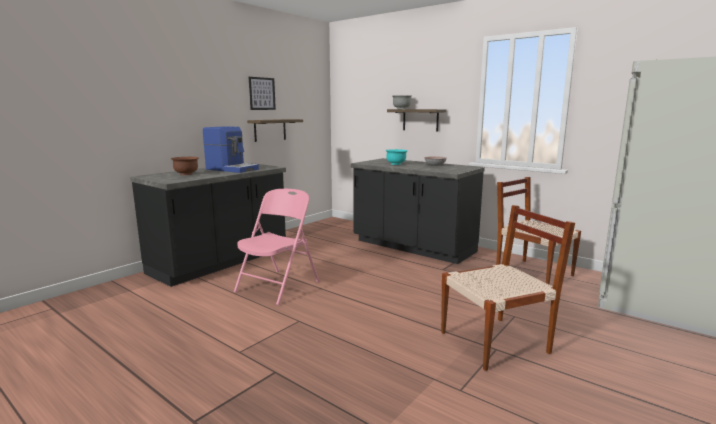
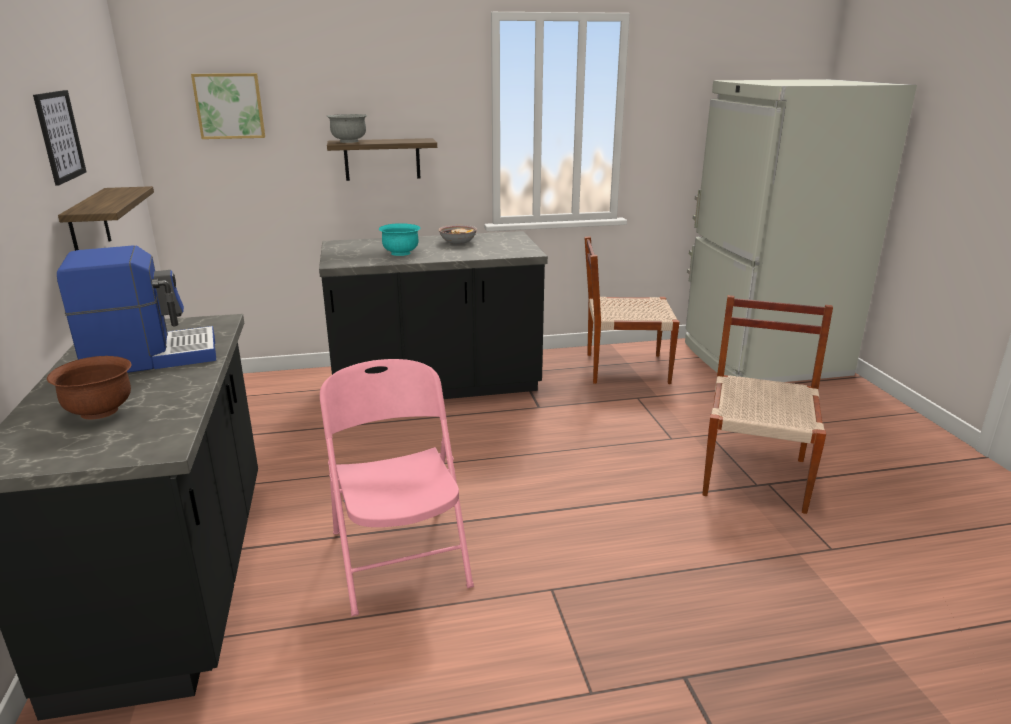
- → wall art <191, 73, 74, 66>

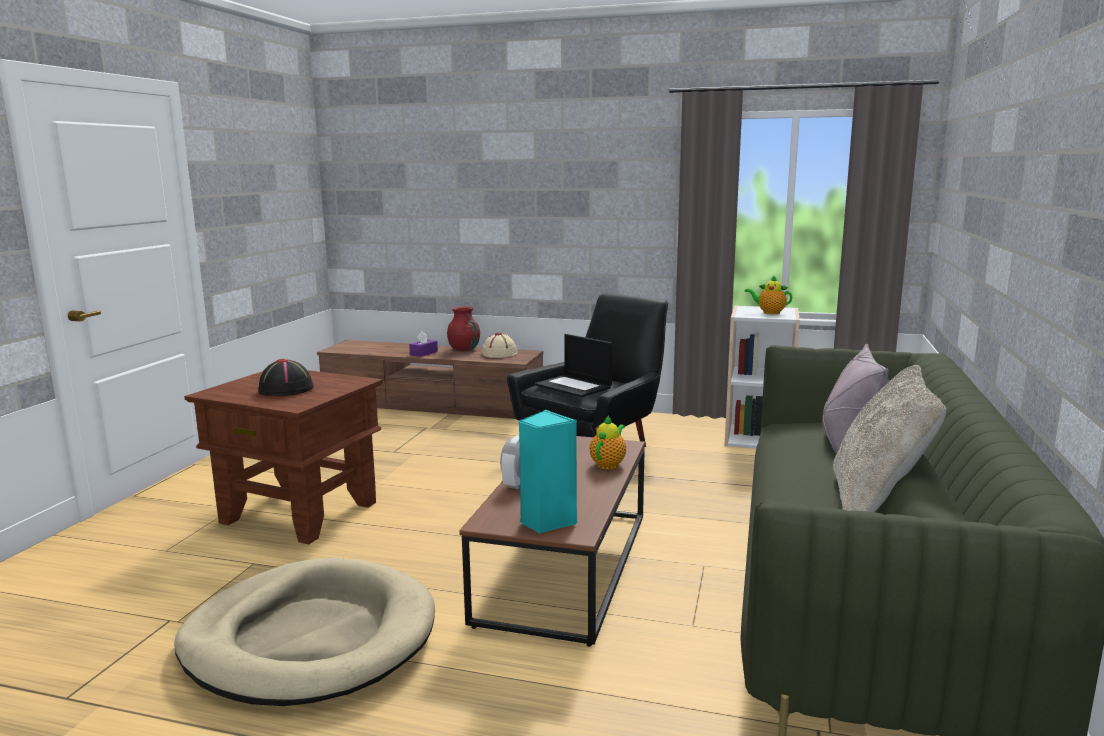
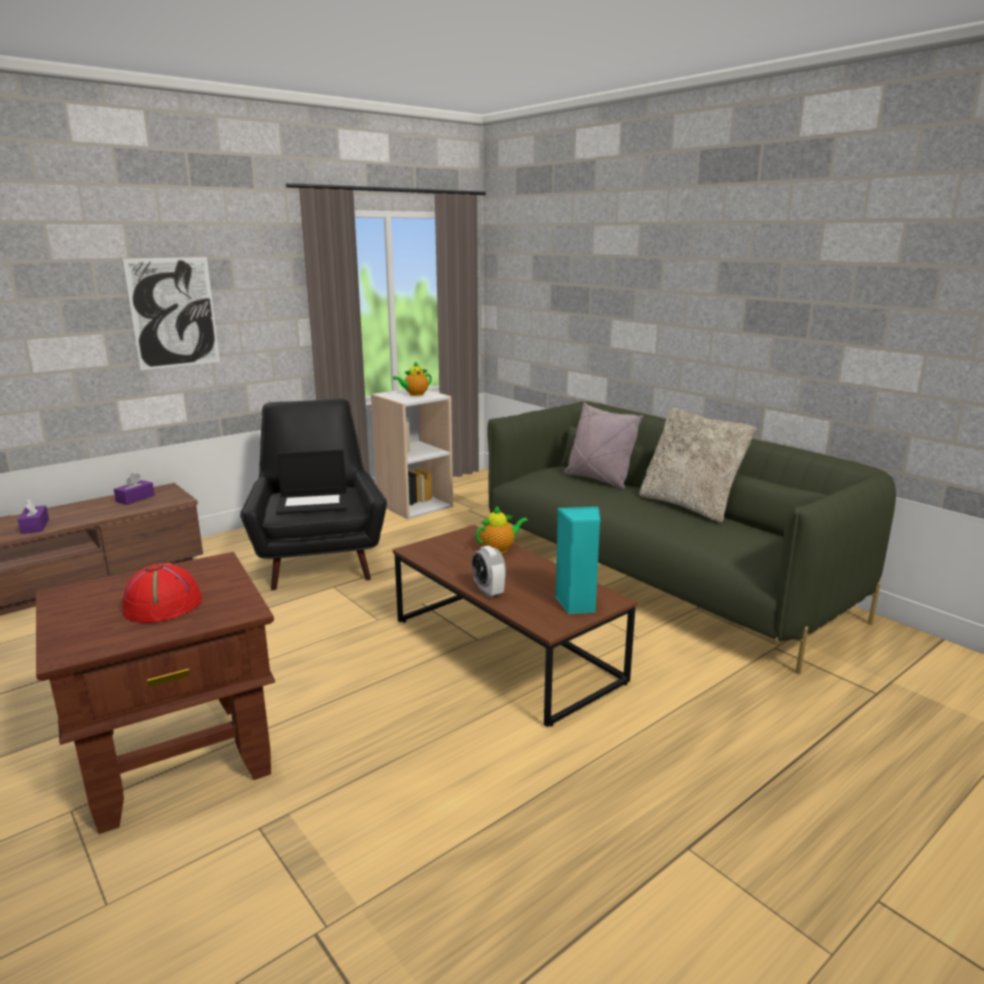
clothing hat (sand-coloured) <482, 333, 36, 25> → box of tissues (purple-coloured) <114, 473, 41, 32>
clothing hat (black-coloured) <258, 358, 56, 38> → clothing hat (red-coloured) <122, 563, 80, 60>
- → wall art <123, 257, 97, 113>
teapot <590, 415, 36, 54> → teapot <476, 505, 52, 49>, 90 degrees clockwise
dog cushion (sand-coloured) <174, 558, 261, 148> → -
flower vase (red-coloured) <447, 306, 33, 45> → -

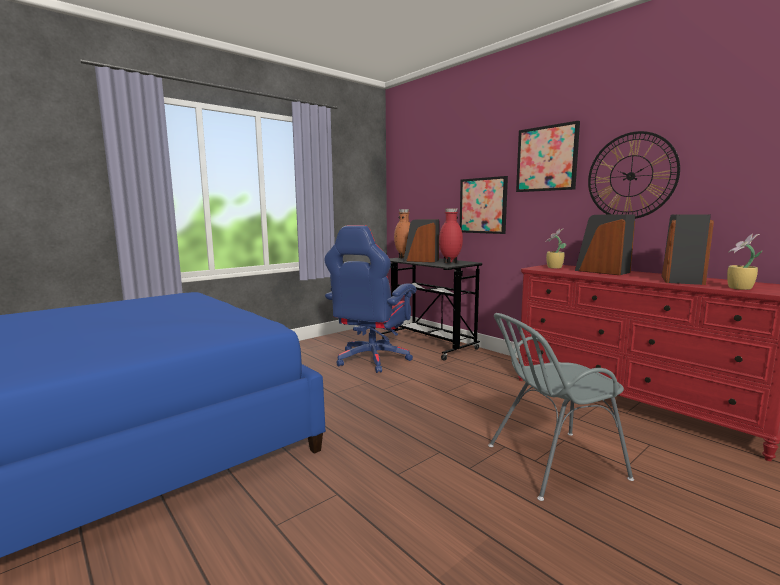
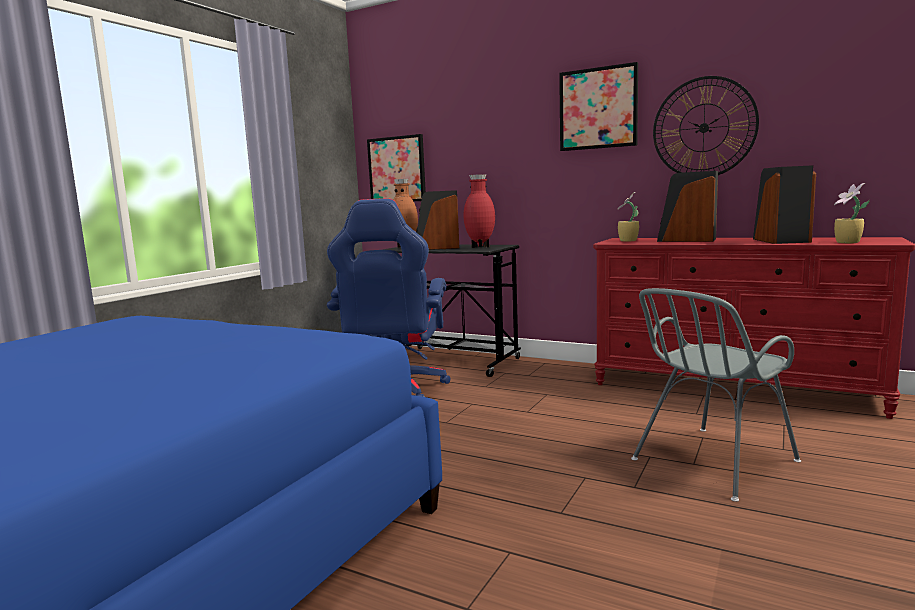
wall art <460, 176, 48, 58> → wall art <367, 134, 59, 67>, relocated

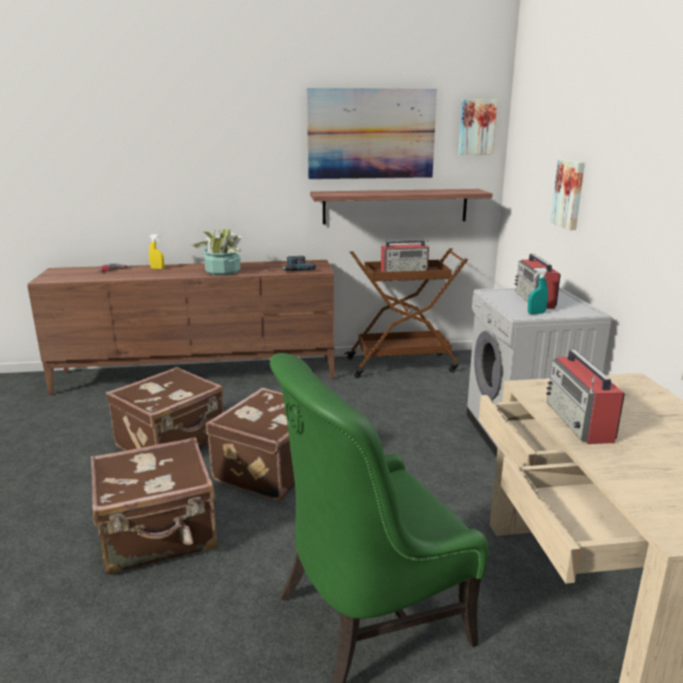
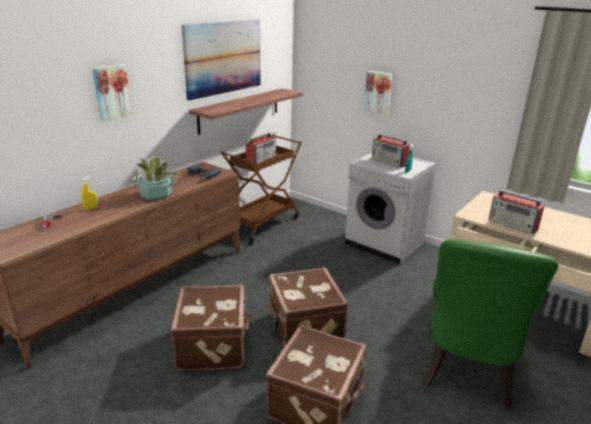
wall art <458, 99, 39, 56> → wall art <92, 64, 40, 57>, relocated

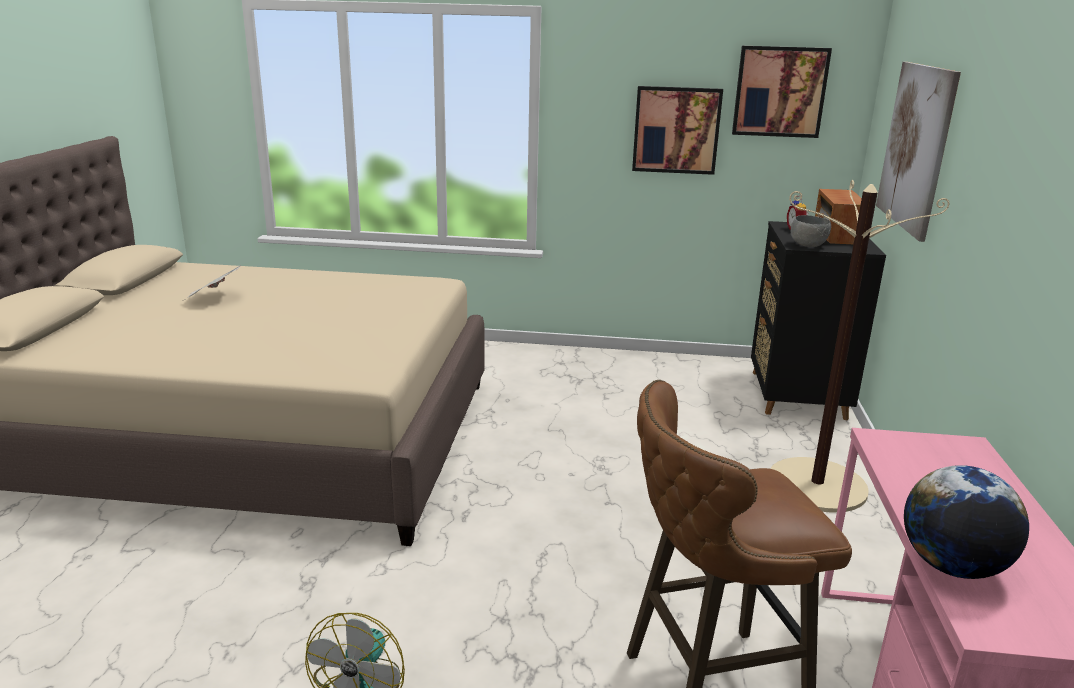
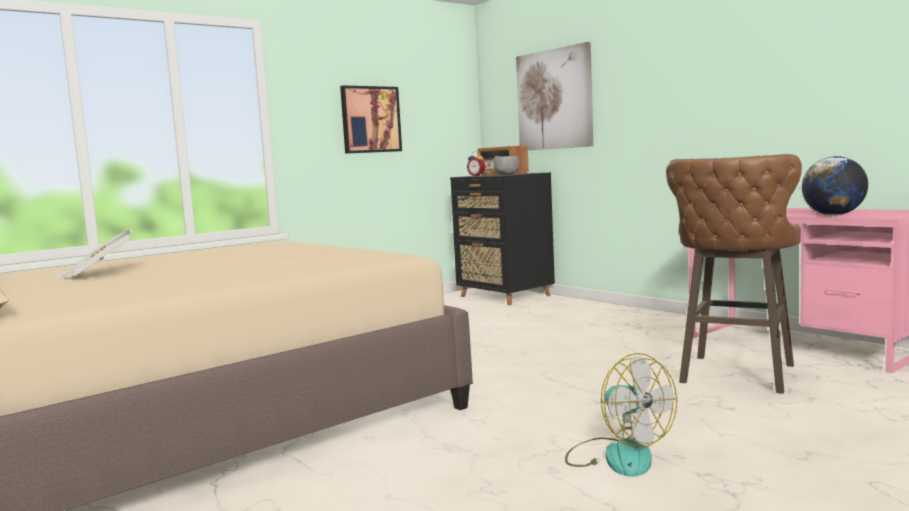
wall art <732, 46, 100, 92> → -
garment rack (sand-coloured) <770, 180, 180, 333> → -

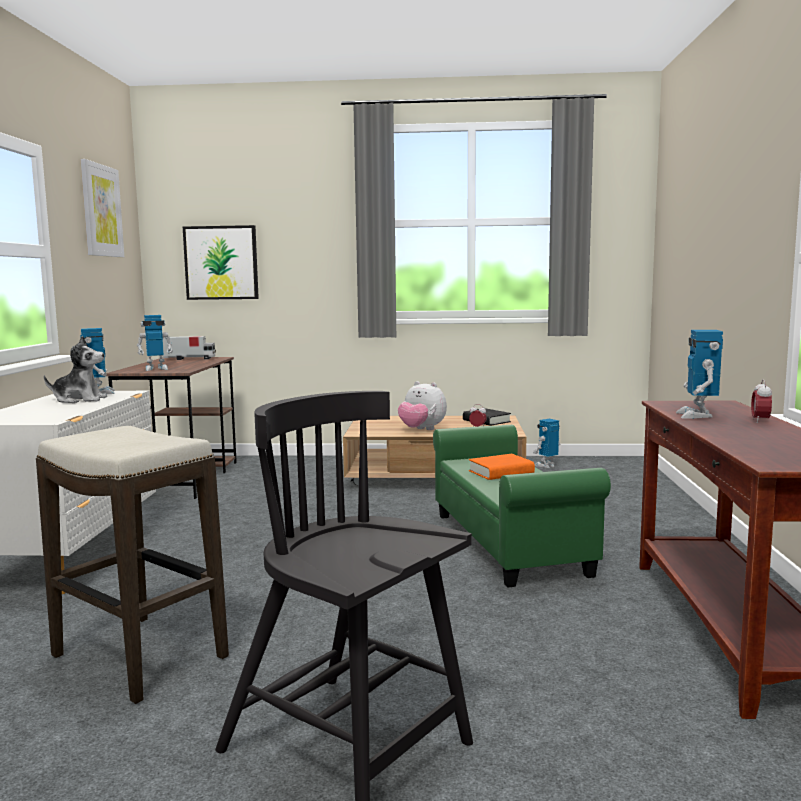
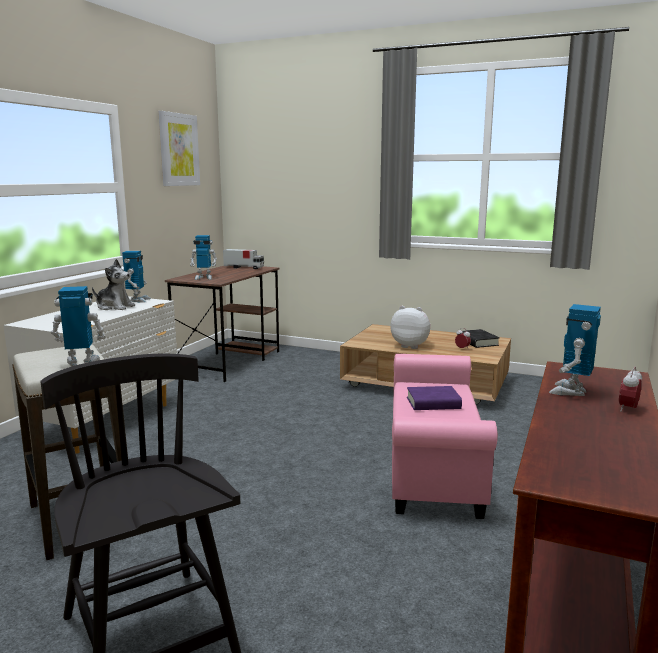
model robot <533, 419, 27, 49> → model robot <51, 286, 55, 81>, relocated
cuddly toy <398, 381, 49, 49> → cuddly toy <390, 306, 41, 43>, 150 degrees clockwise
pouffe (green-coloured) <433, 425, 178, 163> → pouffe (pink) <392, 354, 106, 165>
bound book (orange-coloured) <469, 454, 66, 26> → bound book (purple-coloured) <407, 386, 55, 24>
wall art <183, 225, 76, 75> → -

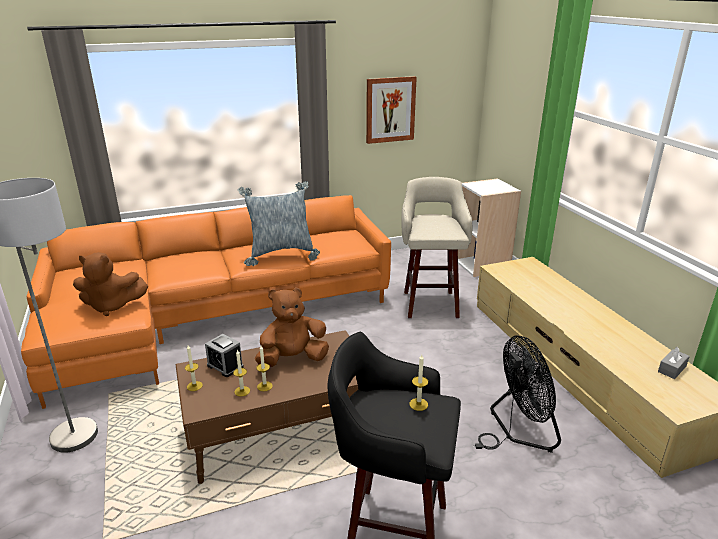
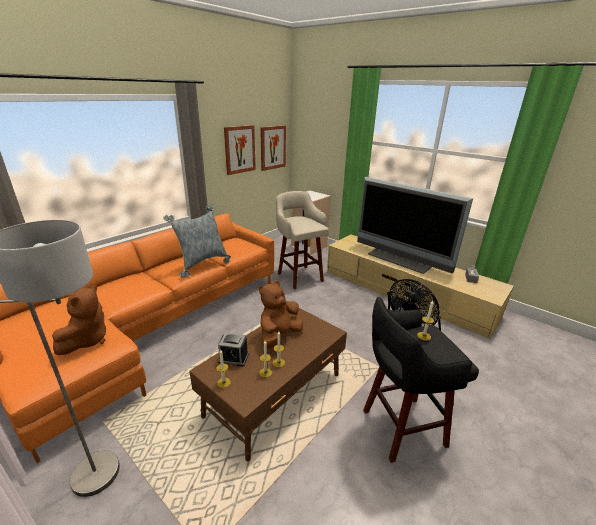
cuddly toy (brown-coloured) <73, 252, 75, 64> → cuddly toy (brown-coloured) <52, 285, 54, 70>, 45 degrees counterclockwise
- → wall art <260, 126, 26, 45>
- → TV <357, 177, 116, 97>

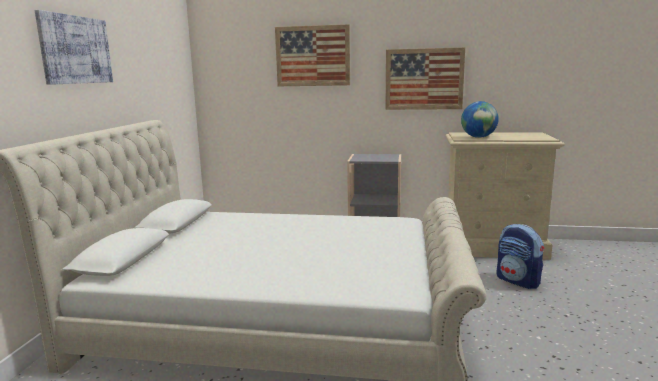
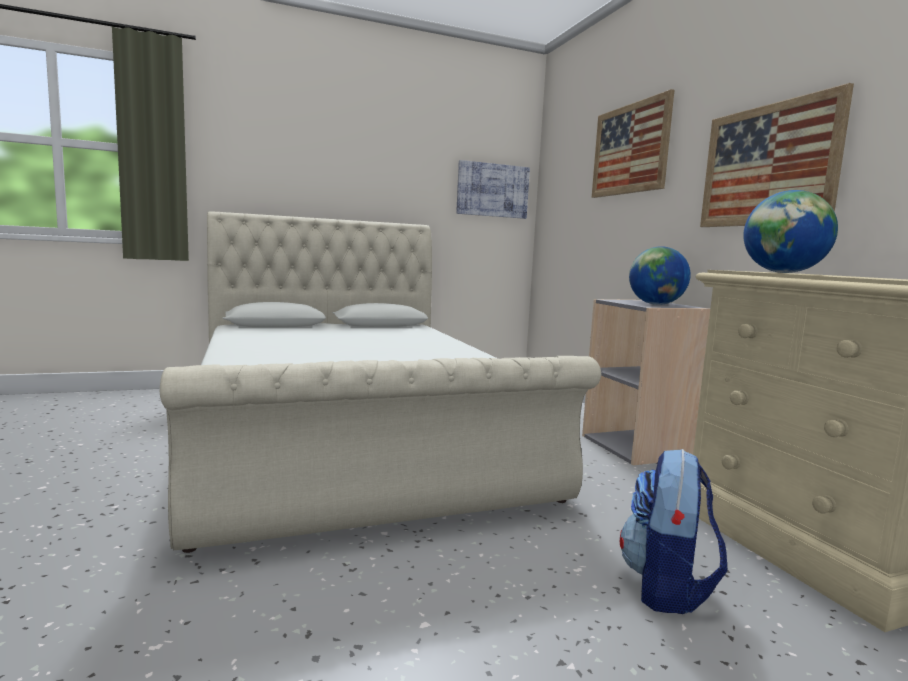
wall art <35, 10, 78, 75> → wall art <456, 160, 74, 59>, relocated
- → globe <629, 246, 62, 59>

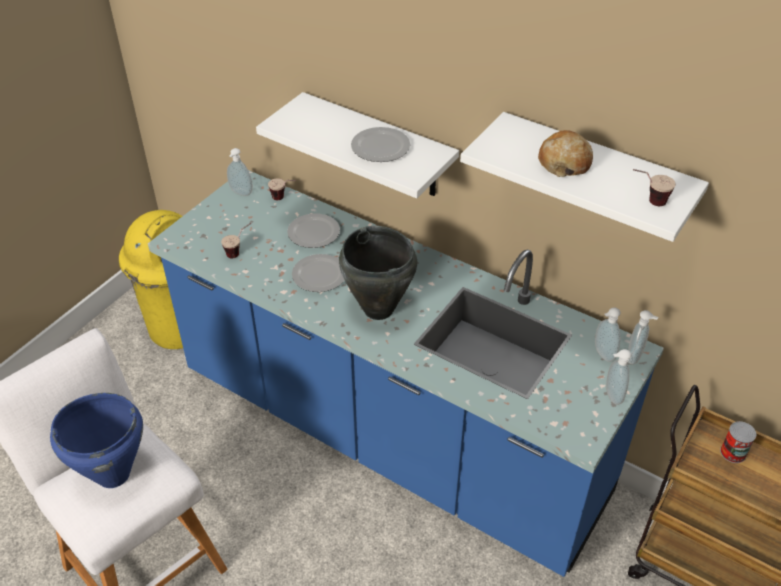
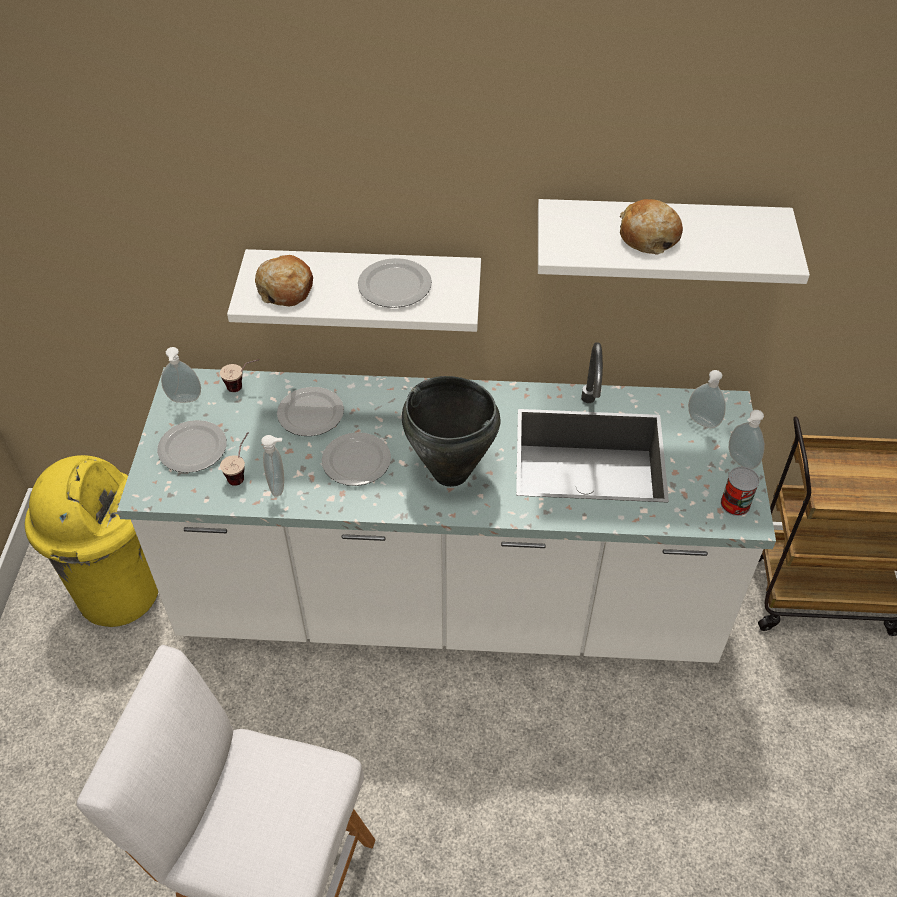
kitchen base unit (blue-coloured) <148, 170, 516, 407> → kitchen base unit (white-coloured) <117, 342, 659, 321>
- → dinner plate <157, 420, 70, 53>
- → bakery bread <255, 255, 58, 52>
liquid soap bottle <628, 310, 30, 54> → liquid soap bottle <261, 435, 23, 62>, relocated
sealed can <720, 421, 36, 42> → sealed can <720, 467, 40, 49>, relocated
stockpot (blue-coloured) <50, 393, 93, 95> → -
small cup <633, 169, 43, 37> → -

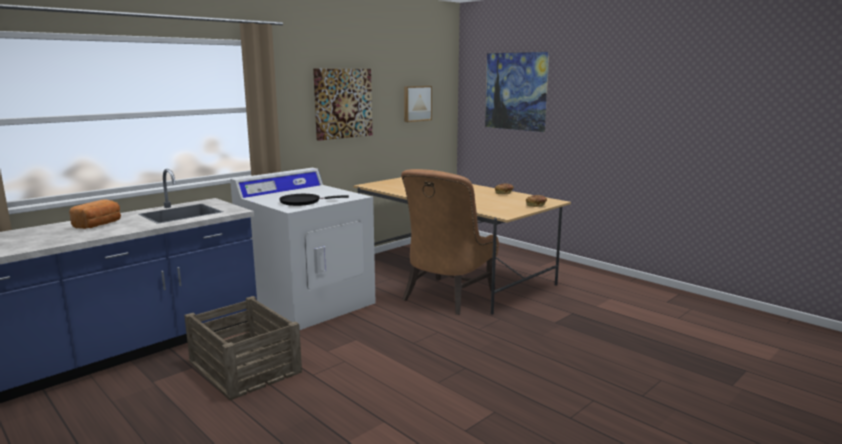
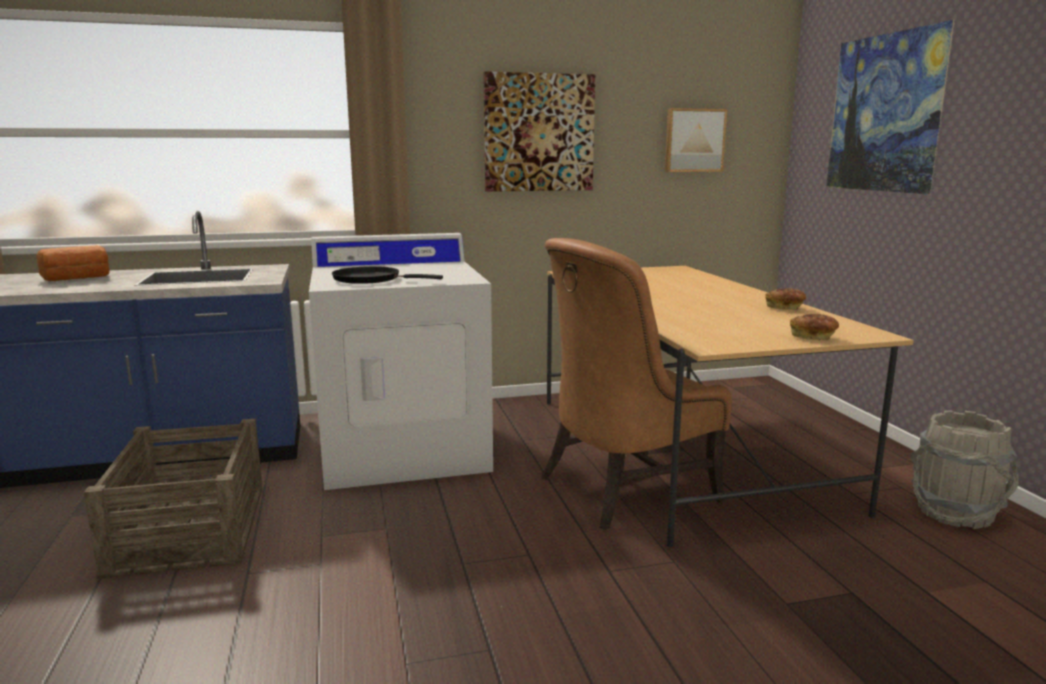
- → bucket (grey) <910, 410, 109, 119>

